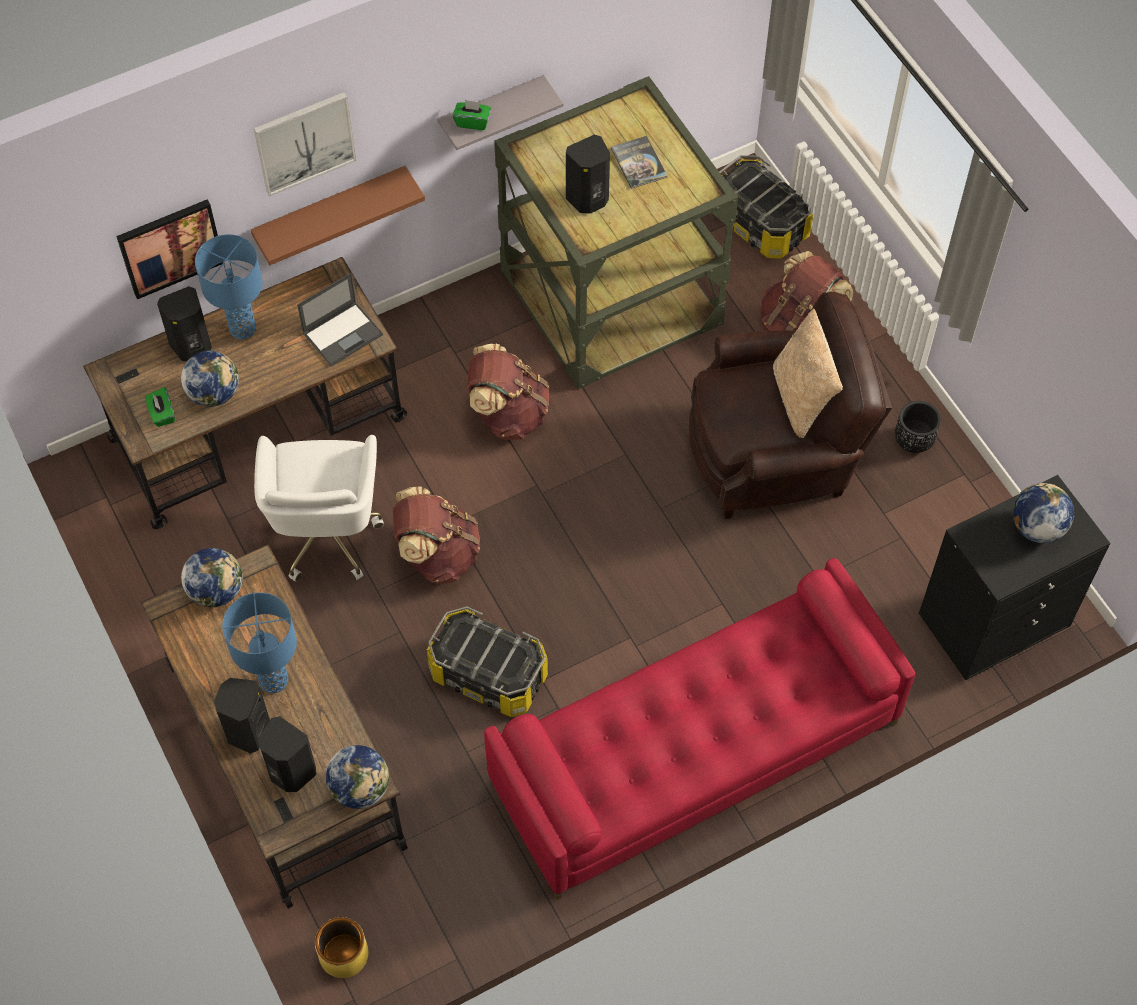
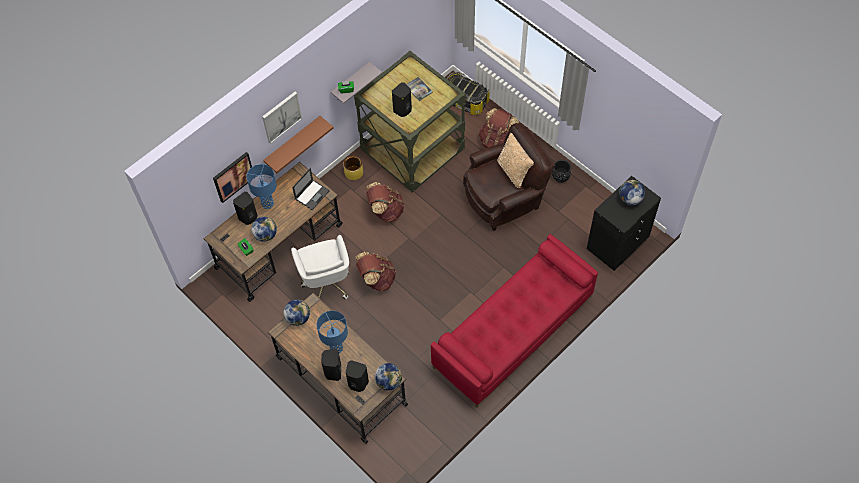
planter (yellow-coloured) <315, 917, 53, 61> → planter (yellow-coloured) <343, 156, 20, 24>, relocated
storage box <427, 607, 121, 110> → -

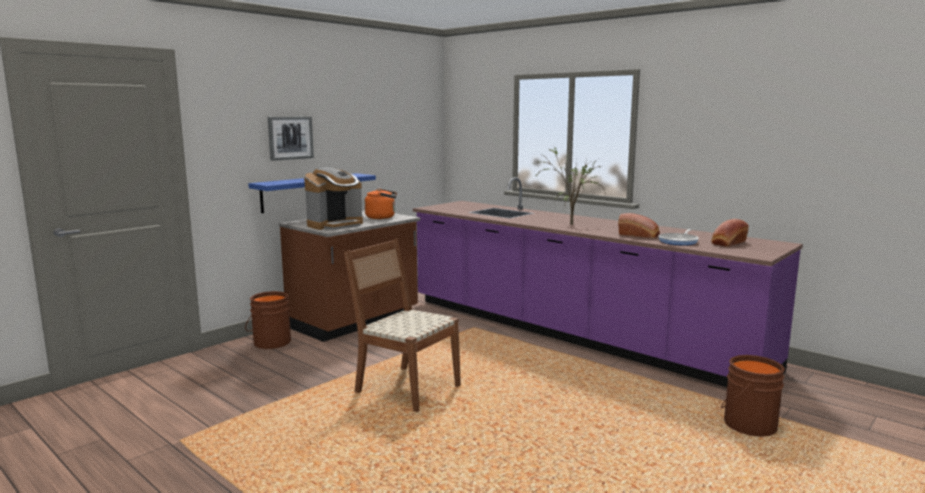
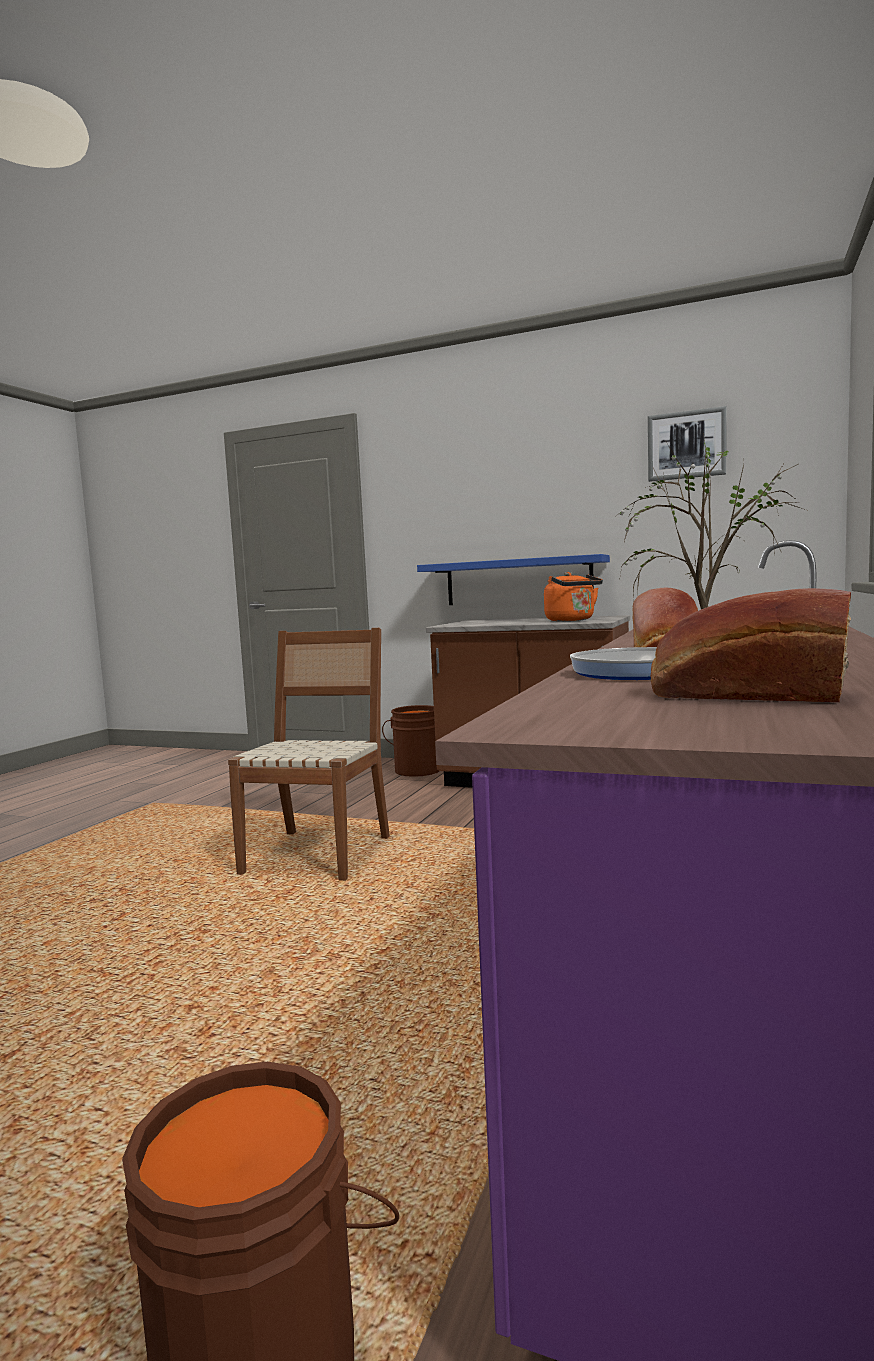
wall art <268, 117, 46, 44> → wall art <648, 406, 78, 76>, relocated
coffee machine <304, 167, 59, 63> → -

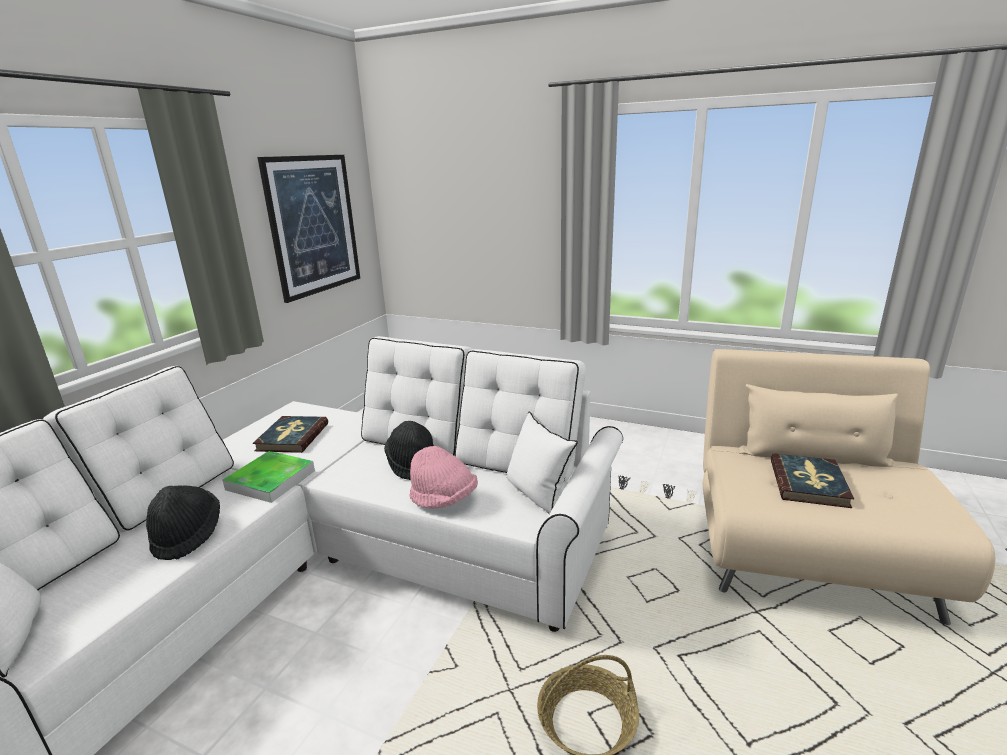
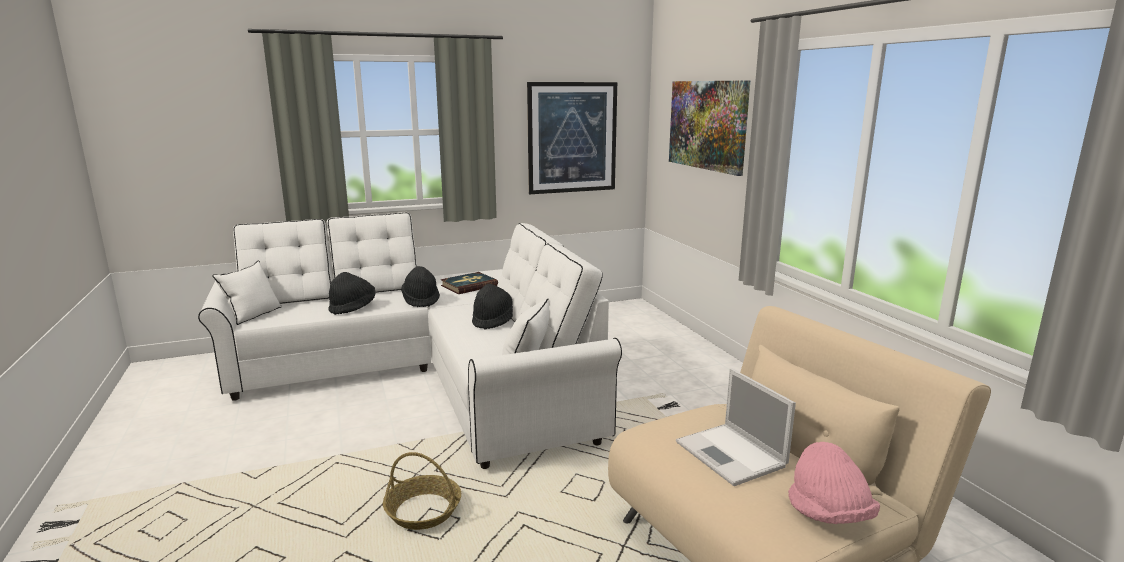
tray <222, 451, 93, 52> → clothing hat (black-coloured) <401, 266, 39, 41>
- → wall art <669, 80, 81, 96>
bound book <771, 453, 83, 55> → portable computer <676, 368, 120, 118>
clothing hat (pink) <409, 446, 69, 62> → clothing hat (pink) <788, 442, 92, 82>, relocated

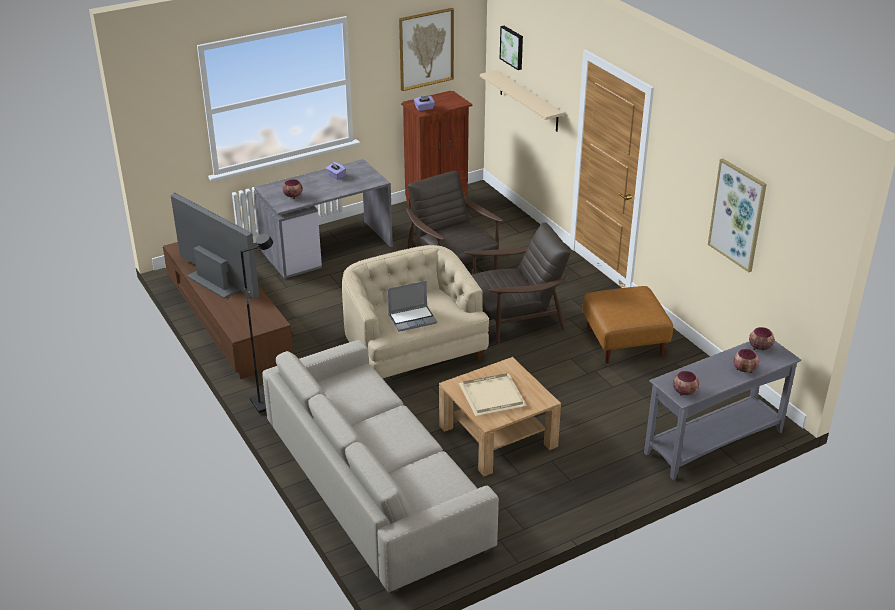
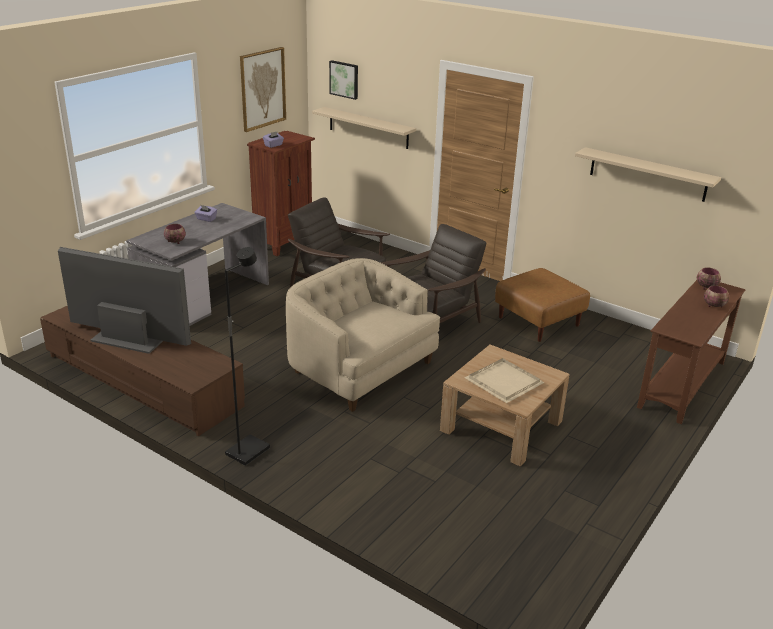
wall art <708, 158, 59, 114> → shelf (sand-coloured) <575, 147, 146, 55>
console table (grey) <644, 340, 157, 140> → console table (brown-coloured) <637, 280, 108, 144>
sofa (sand-coloured) <262, 340, 237, 254> → -
portable computer <388, 280, 49, 52> → -
serving bowl <673, 371, 26, 25> → -

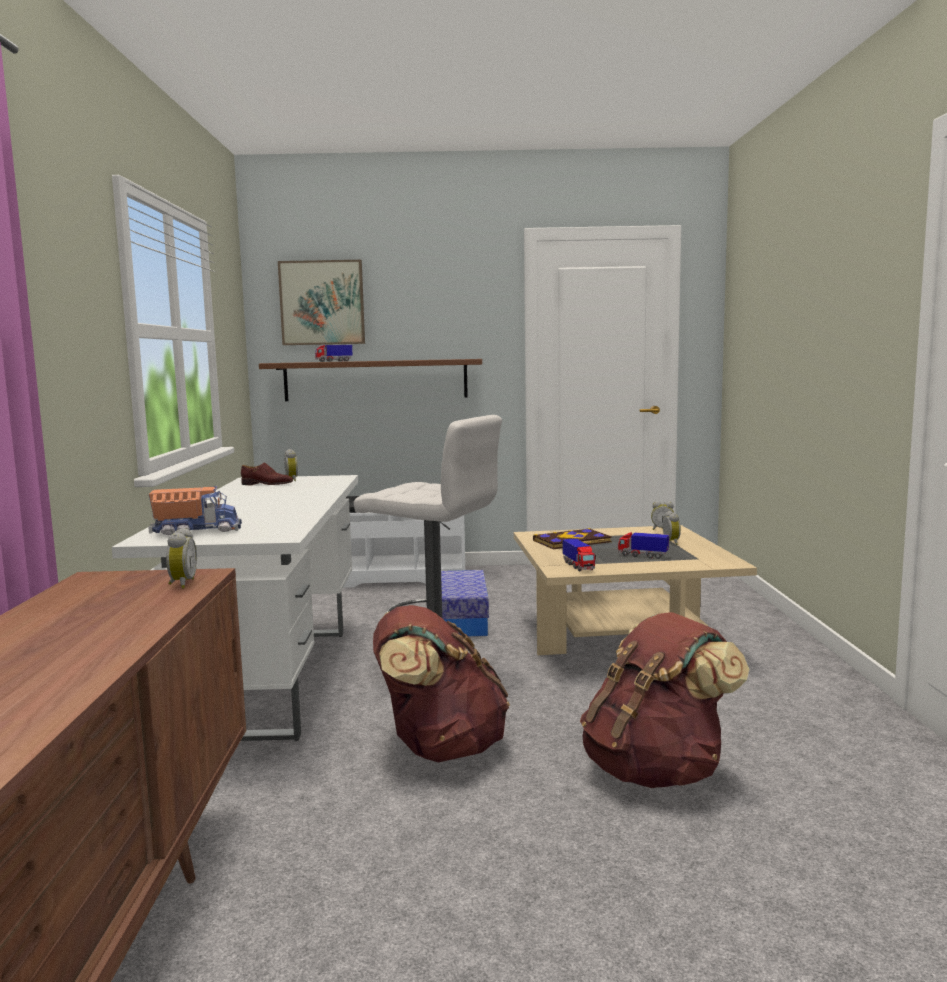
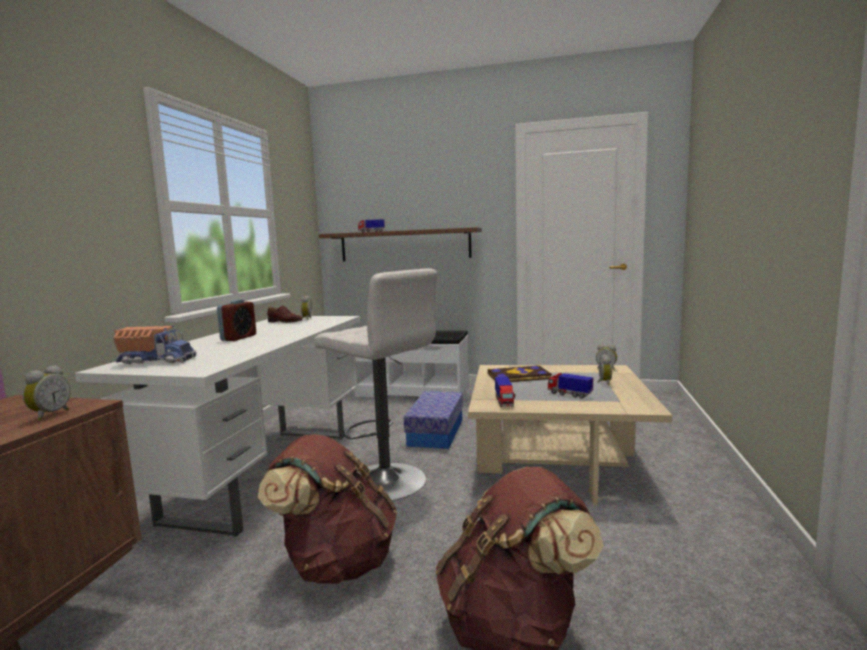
- → alarm clock <217, 299, 39, 42>
wall art <278, 260, 87, 85> → -

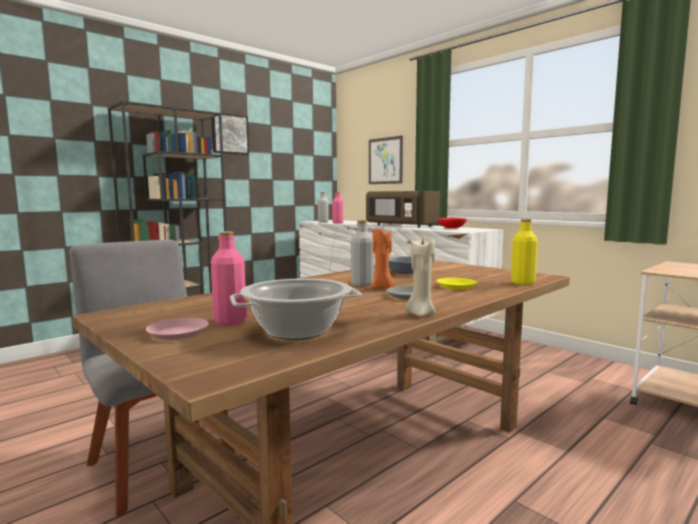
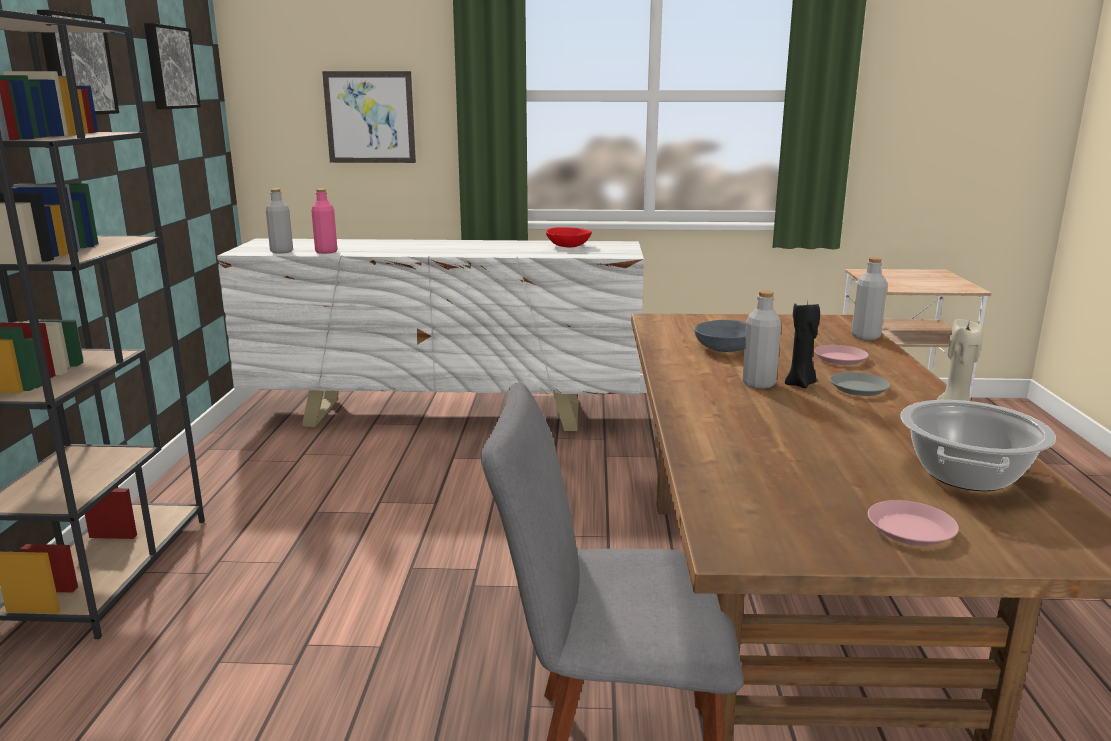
- → wall art <144, 23, 57, 86>
wax candle (orange-coloured) <371, 229, 24, 60> → wax candle (black-coloured) <785, 301, 35, 88>
dinner plate (yellow-coloured) <436, 278, 41, 12> → dinner plate (pink) <814, 345, 55, 20>
drink bottle (yellow-coloured) <511, 219, 27, 66> → drink bottle (grey) <852, 257, 35, 83>
drink bottle (pink) <211, 232, 36, 94> → -
kitchen microwave (brown-coloured) <366, 191, 74, 37> → -

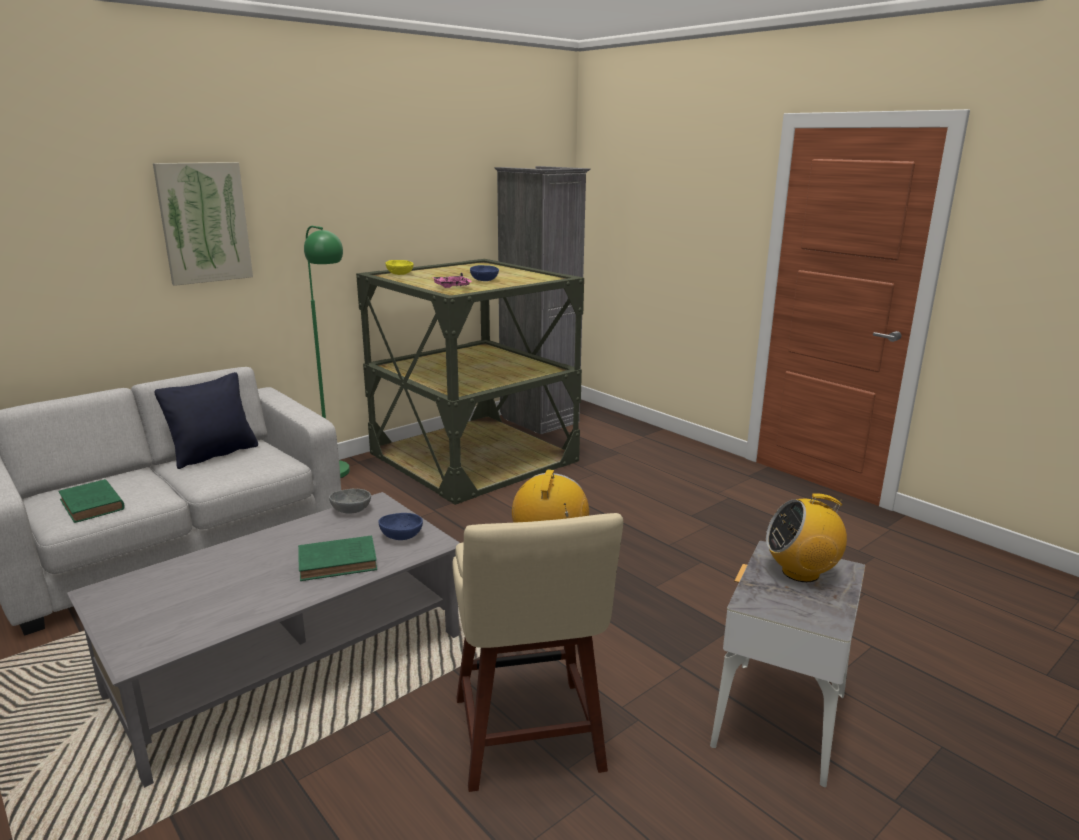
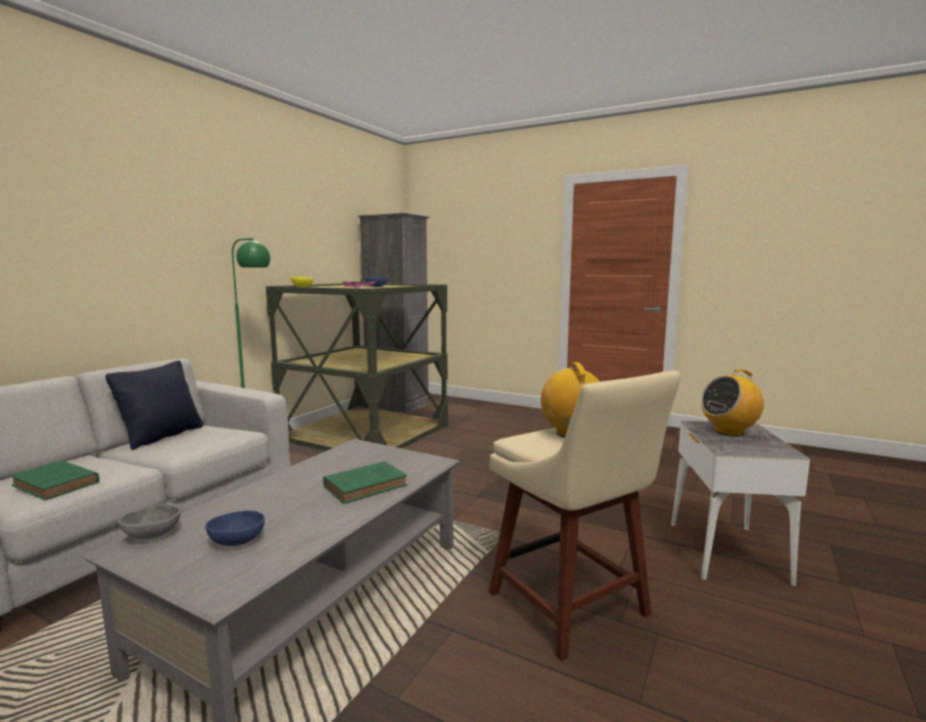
serving bowl (grey) <329, 489, 42, 25> → serving bowl (grey) <118, 505, 63, 34>, relocated
serving bowl (blue-coloured) <378, 513, 45, 27> → serving bowl (blue-coloured) <205, 511, 60, 35>, relocated
wall art <153, 162, 100, 124> → -

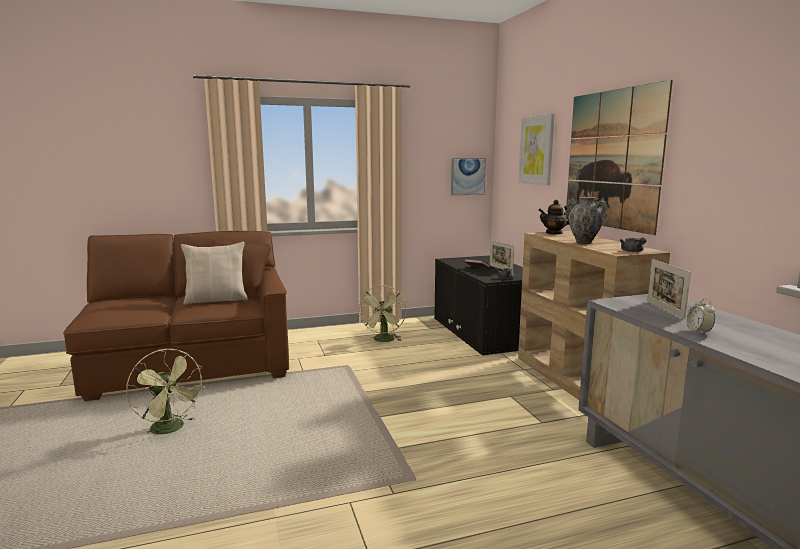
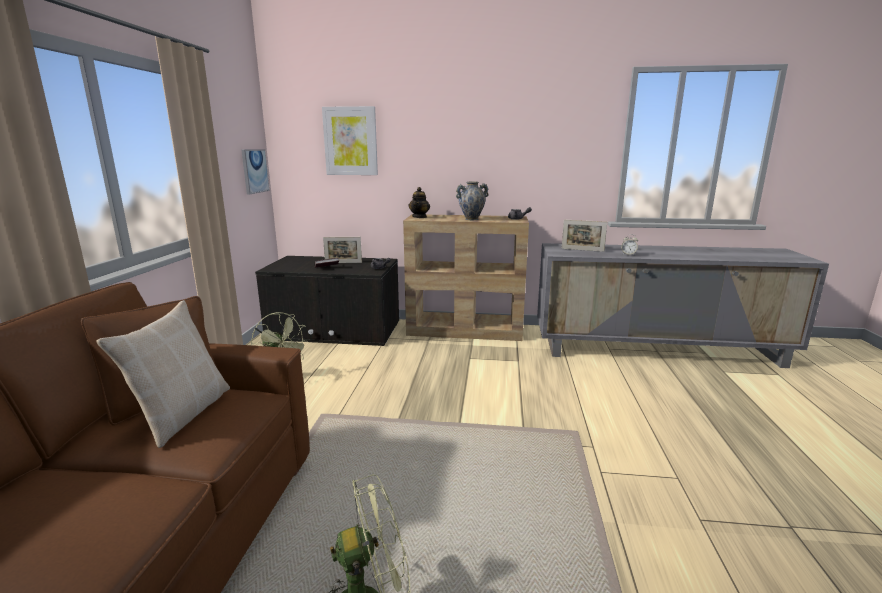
wall art <566, 80, 107, 155> → -

